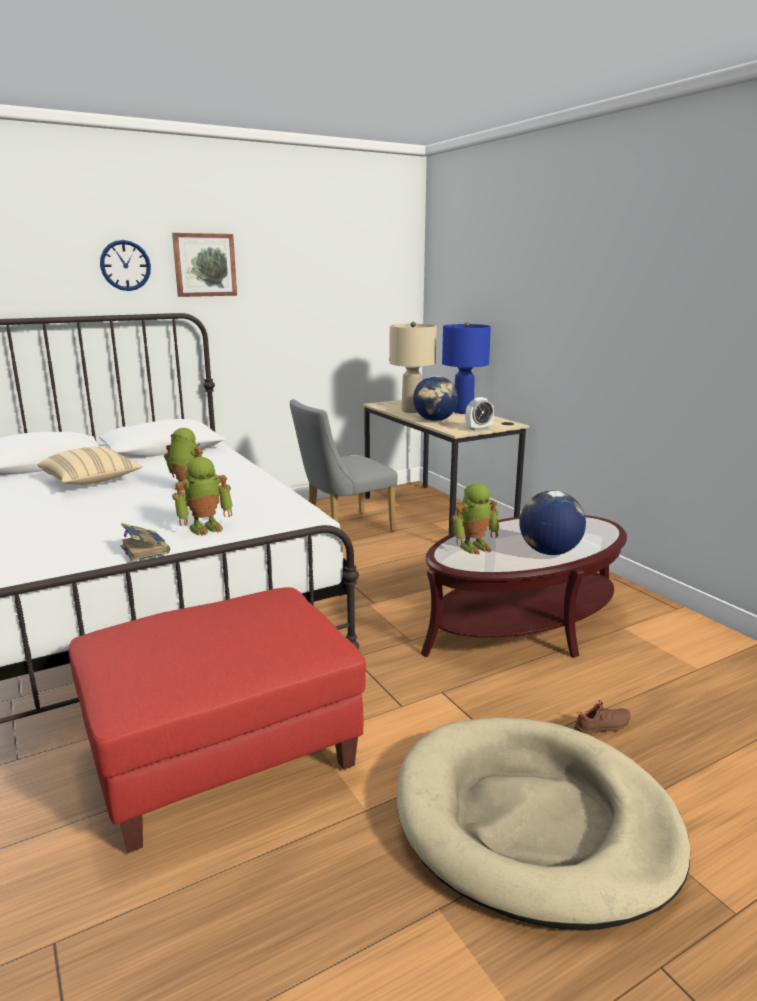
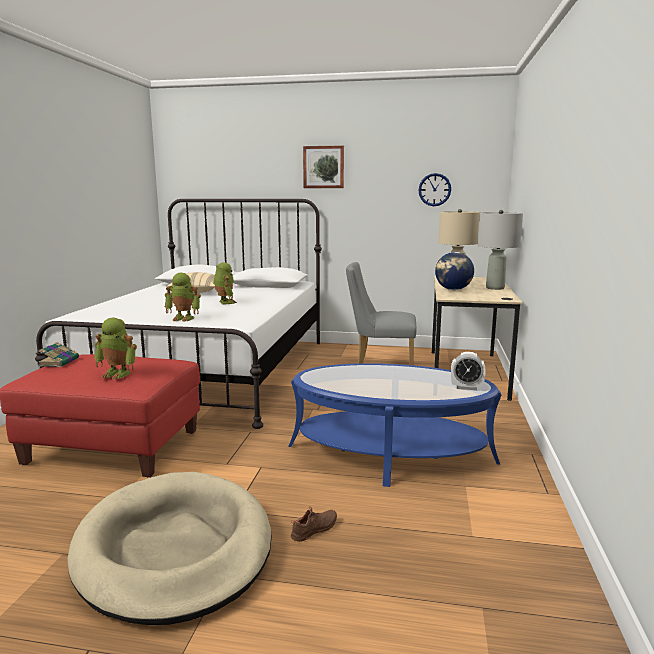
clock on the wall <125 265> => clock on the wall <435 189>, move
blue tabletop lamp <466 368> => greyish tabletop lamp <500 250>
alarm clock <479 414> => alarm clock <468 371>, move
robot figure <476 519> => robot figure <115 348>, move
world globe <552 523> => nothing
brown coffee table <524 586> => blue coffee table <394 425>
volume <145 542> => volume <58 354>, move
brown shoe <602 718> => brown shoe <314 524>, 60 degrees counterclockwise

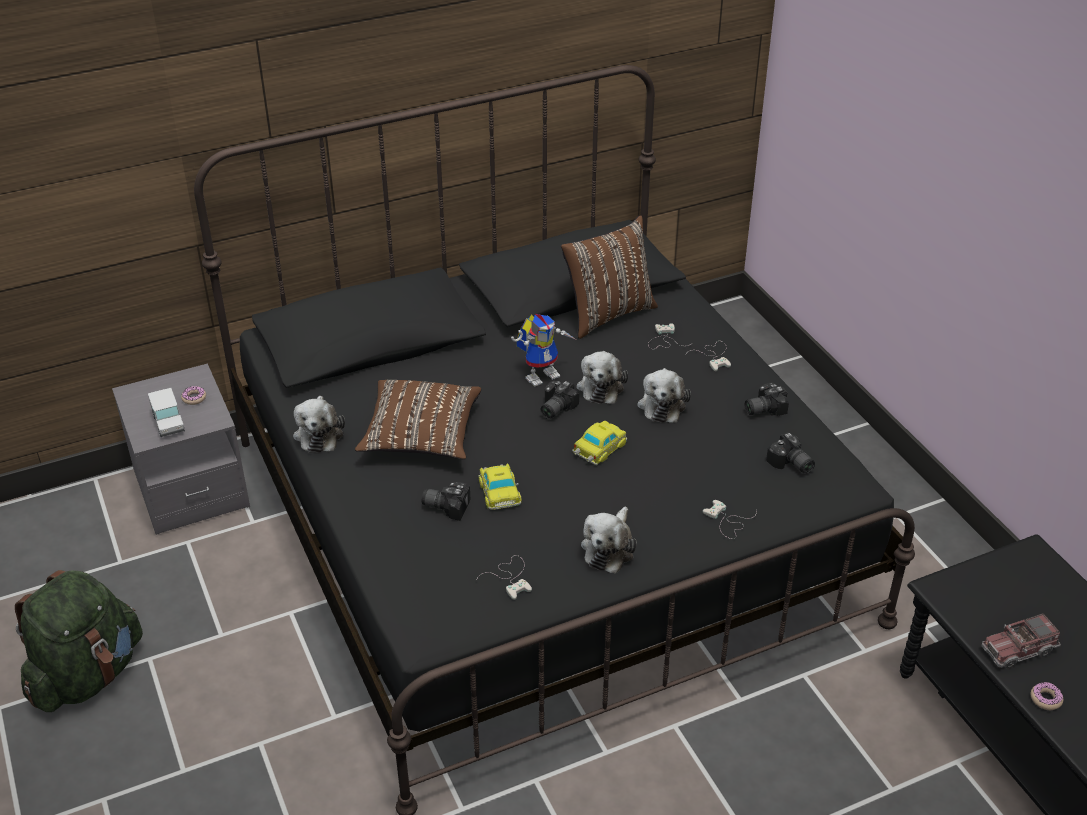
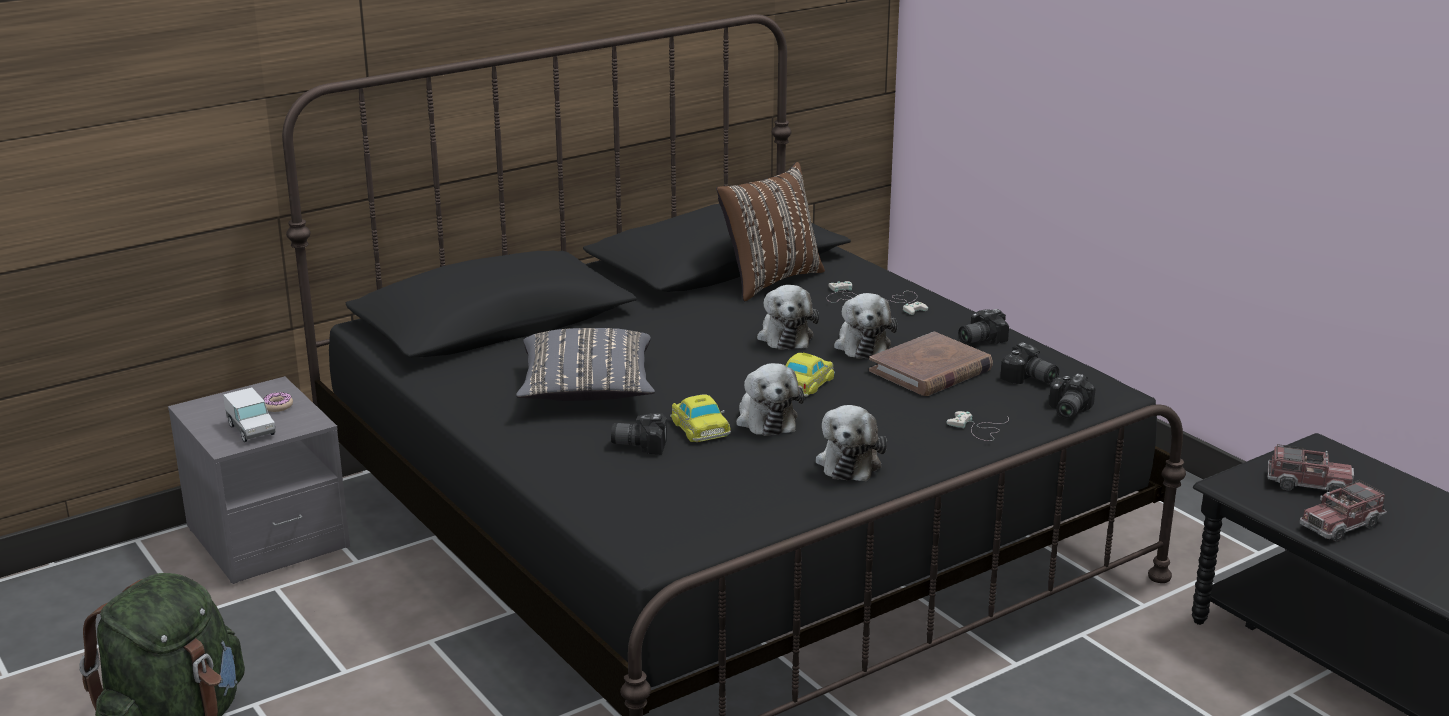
robot figure <543 350> => nothing
brown throw pillow <418 420> => greyish throw pillow <585 364>
photo camera <560 399> => photo camera <1072 396>, move
plush toy <319 424> => plush toy <770 399>, move
white-coloured joypad <504 577> => nothing
donut <1047 696> => nothing
nothing => brown volume <931 364>
nothing => toy truck <1311 470>

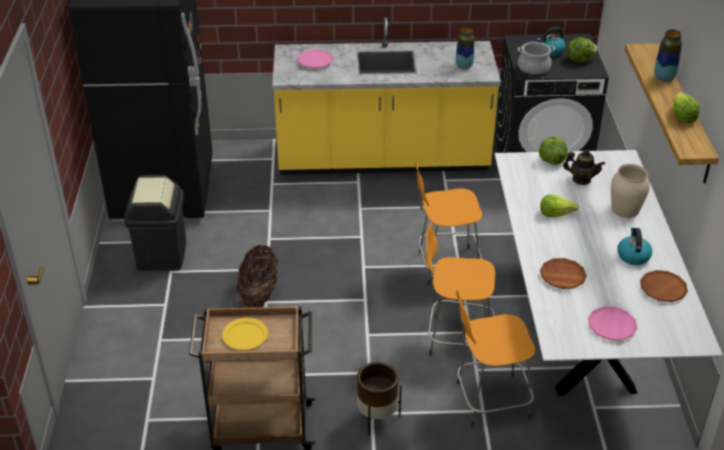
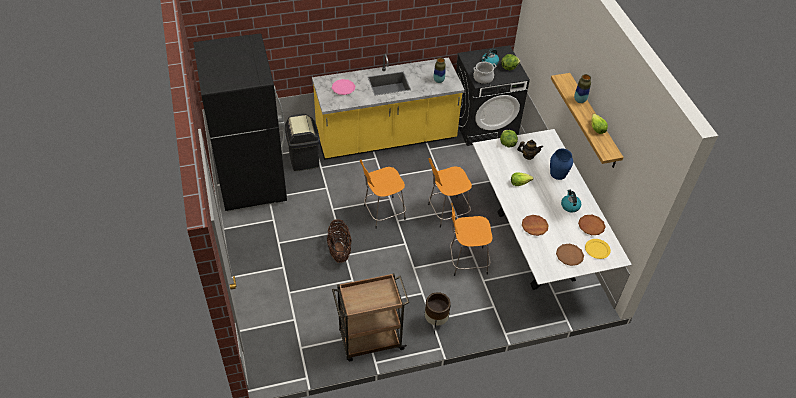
beige vase <630 191> => blue vase <561 164>
blackish waste bin <155 223> => blackish waste bin <302 142>, move
orange stool <495 359> => orange stool <383 194>, move
pinkish dinner plate <613 323> => brown dinner plate <570 255>
yellowish dinner plate <245 334> => yellowish dinner plate <598 249>, move

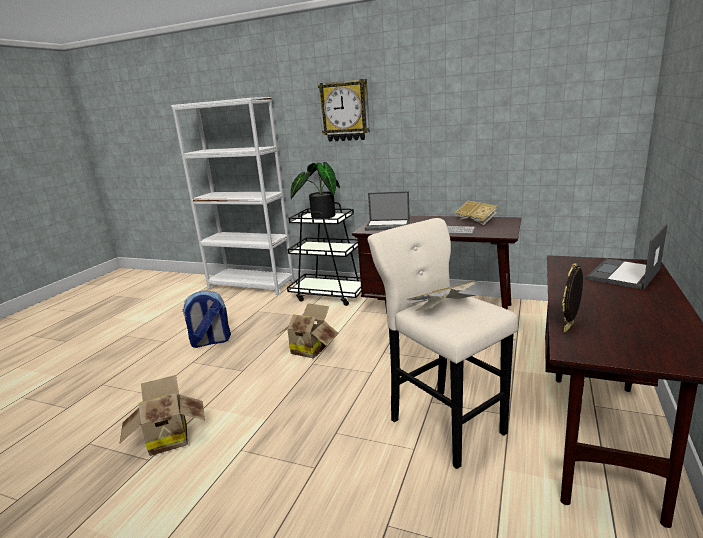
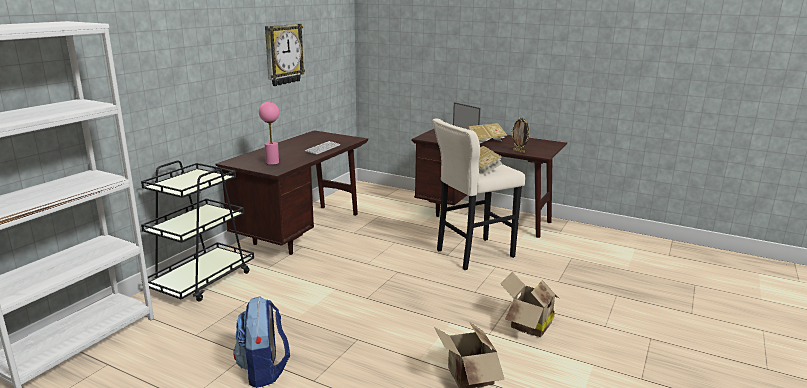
clock on the wall <344 110> => clock on the wall <285 55>, move
plant in a pot <315 190> => nothing
laptop <387 211> => pinkish tabletop lamp <269 133>
volume <476 213> => volume <488 133>, move
packing box <307 330> => packing box <529 304>, move

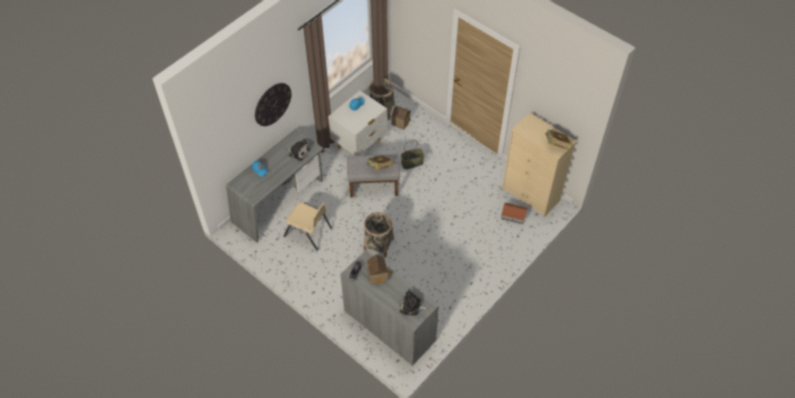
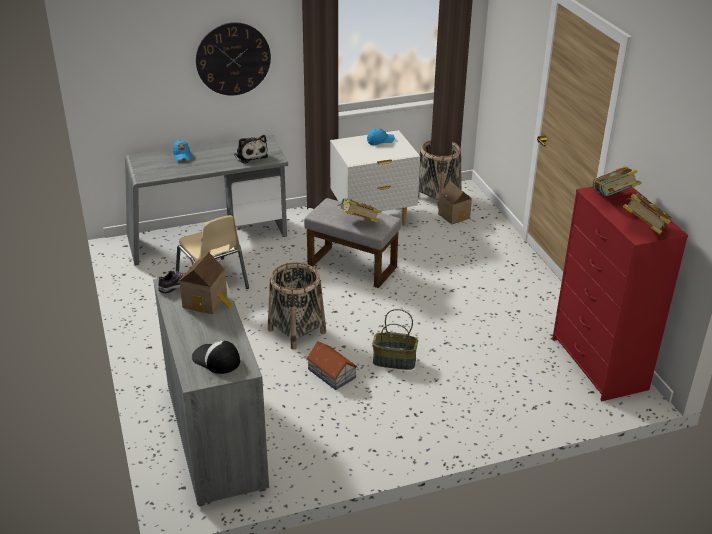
beige chest of drawers <539 165> => red chest of drawers <620 294>
storage basket <412 154> => storage basket <395 339>, move
miniature house <514 213> => miniature house <332 365>, move
plush toy <414 302> => baseball cap <216 357>
nothing => volume <616 181>

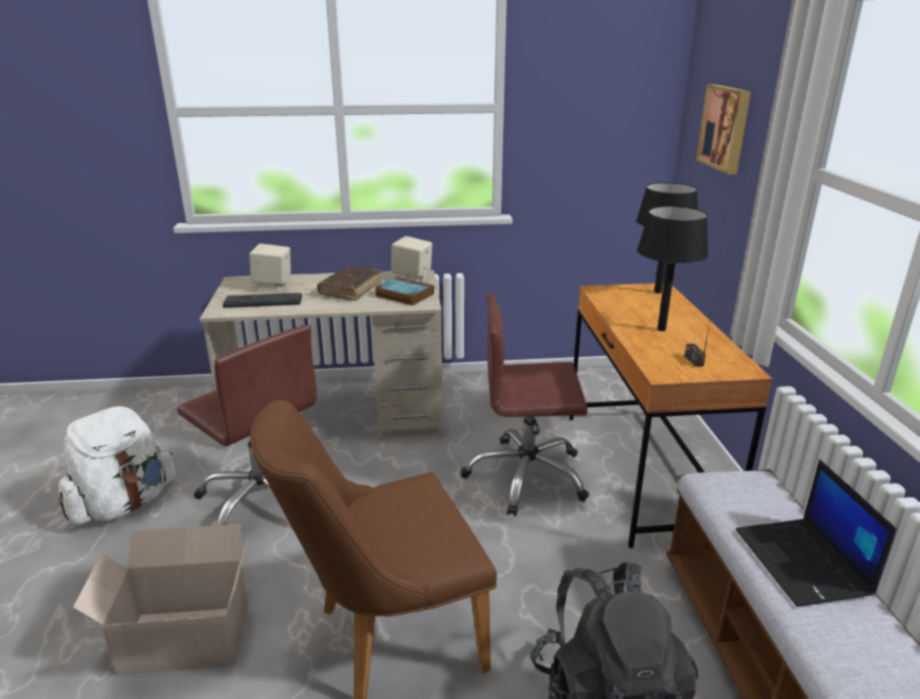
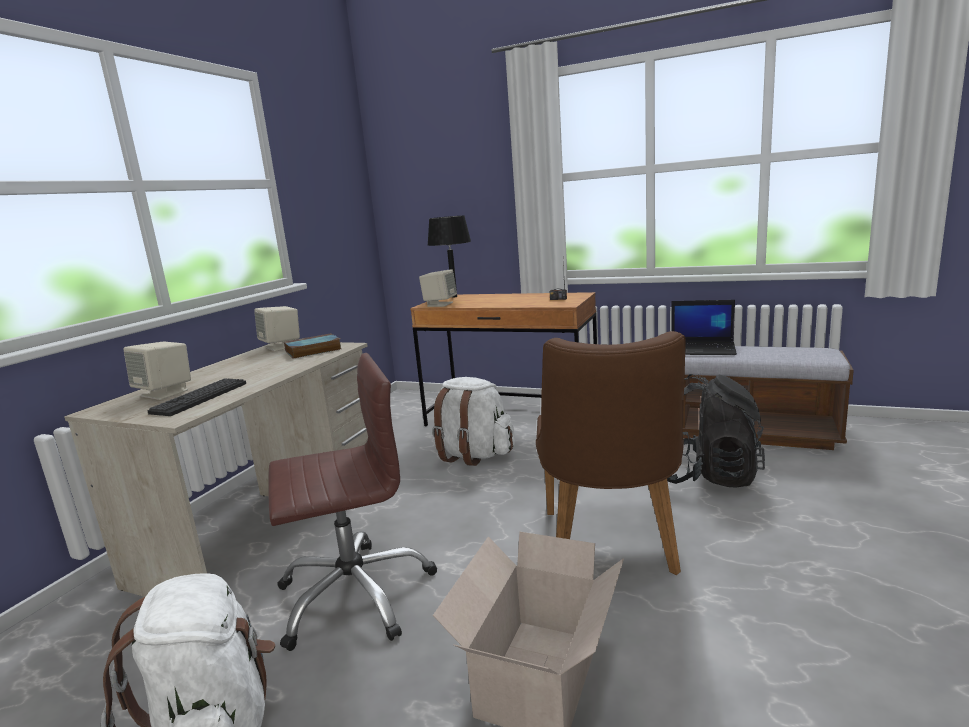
picture <723 129> => nothing
blackish tabletop lamp <672 268> => nothing
brown volume <349 283> => nothing
brown computer chair <525 404> => white-coloured knapsack <473 421>
nothing => beige speaker <438 288>

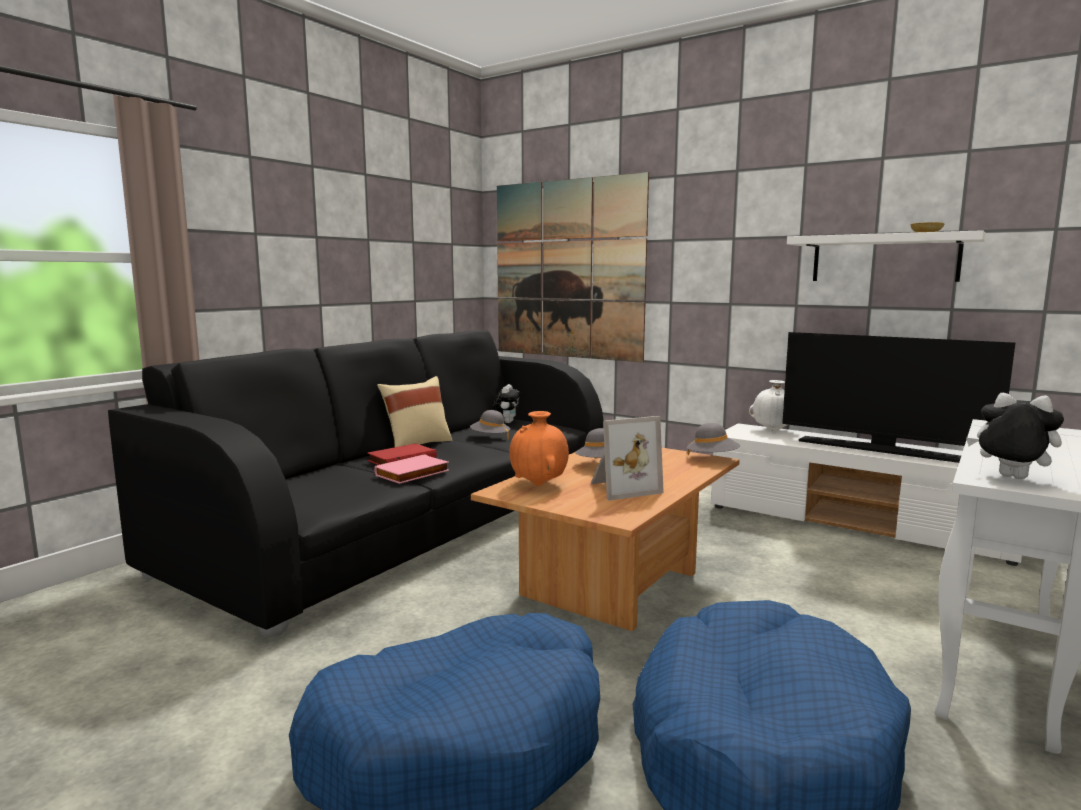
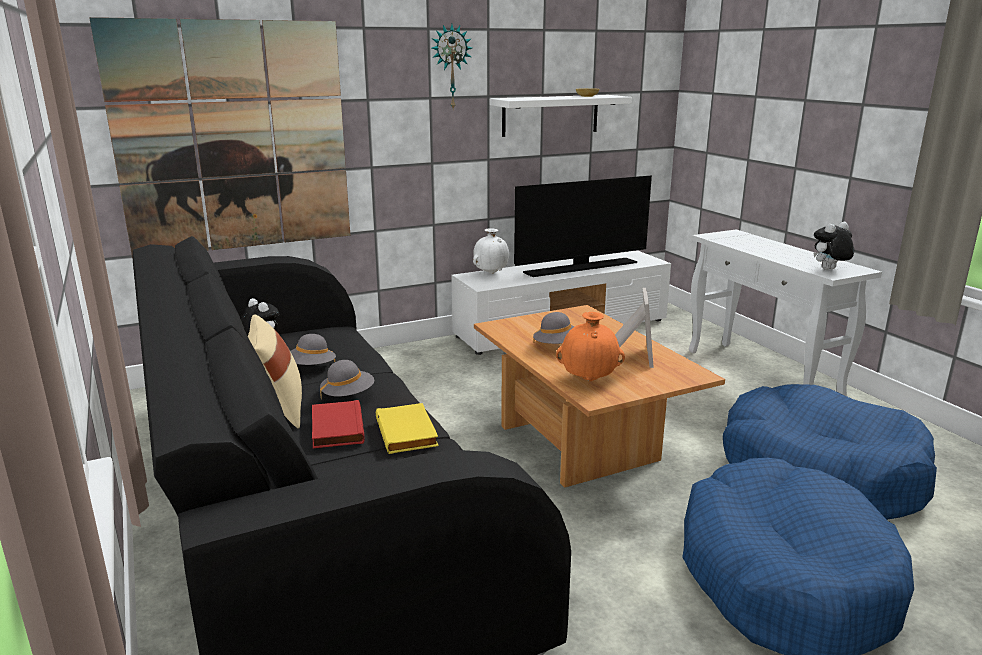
greyish hat <713 439> => greyish hat <347 380>, move
pinkish volume <411 469> => yellowish volume <407 428>
nothing => clock on the wall <452 66>

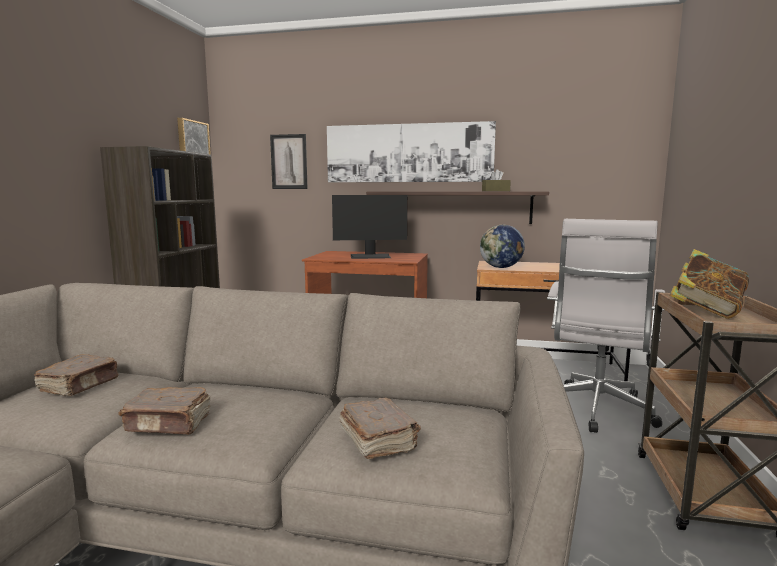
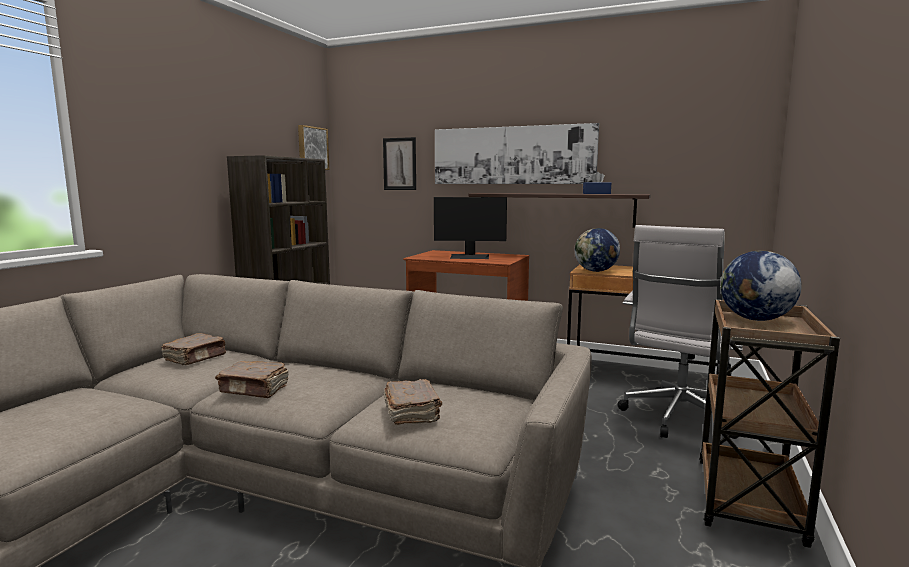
brown tissue holder <496 180> => blue tissue holder <597 183>
volume <709 284> => world globe <761 286>

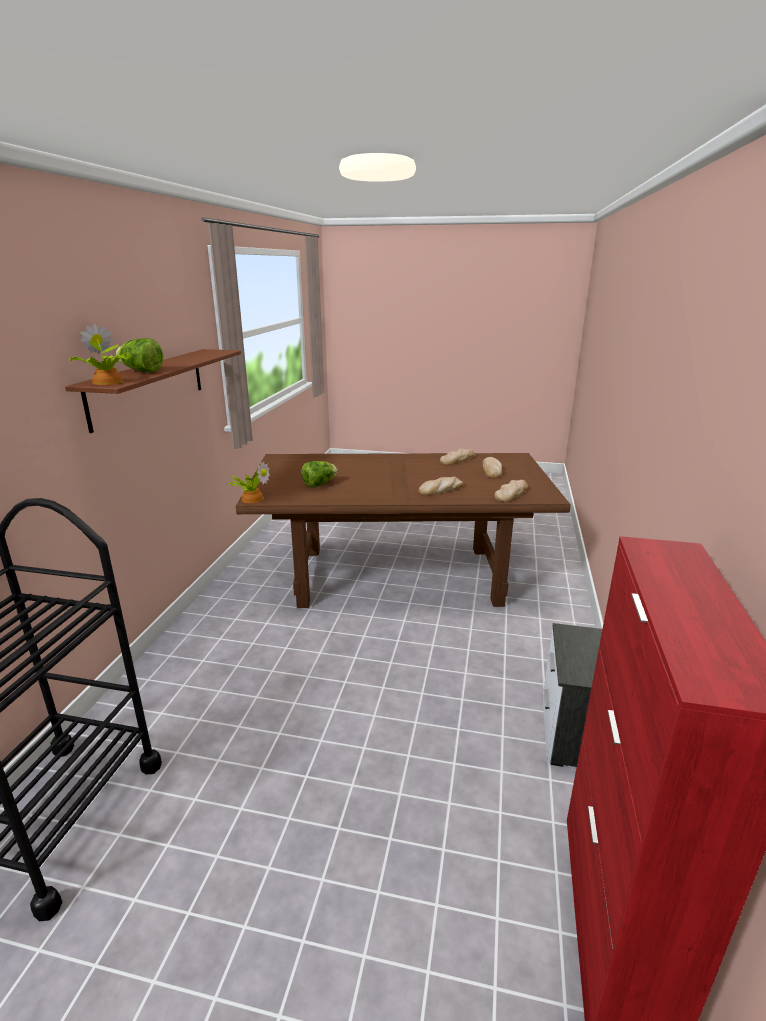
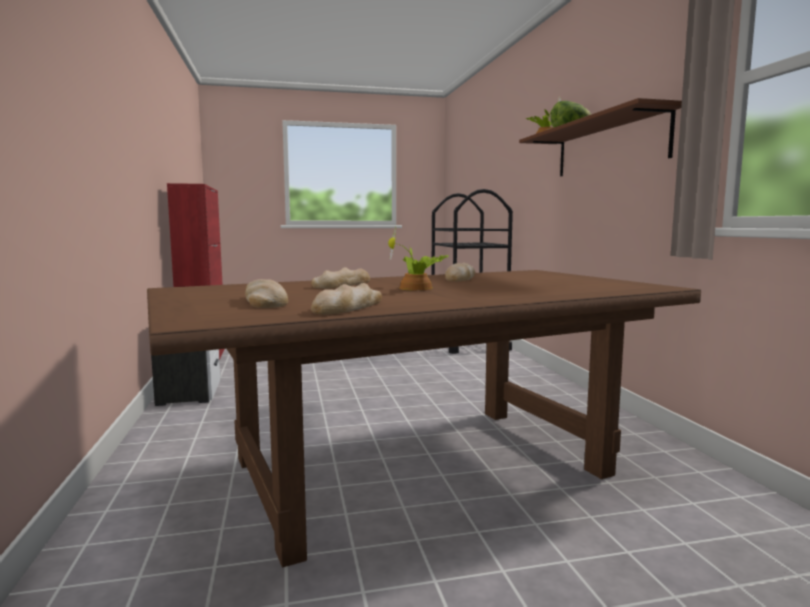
plant in a pot <248 482> => plant in a pot <418 260>, move
lettuce <319 474> => nothing
baked bread <511 491> => baked bread <460 272>, move

